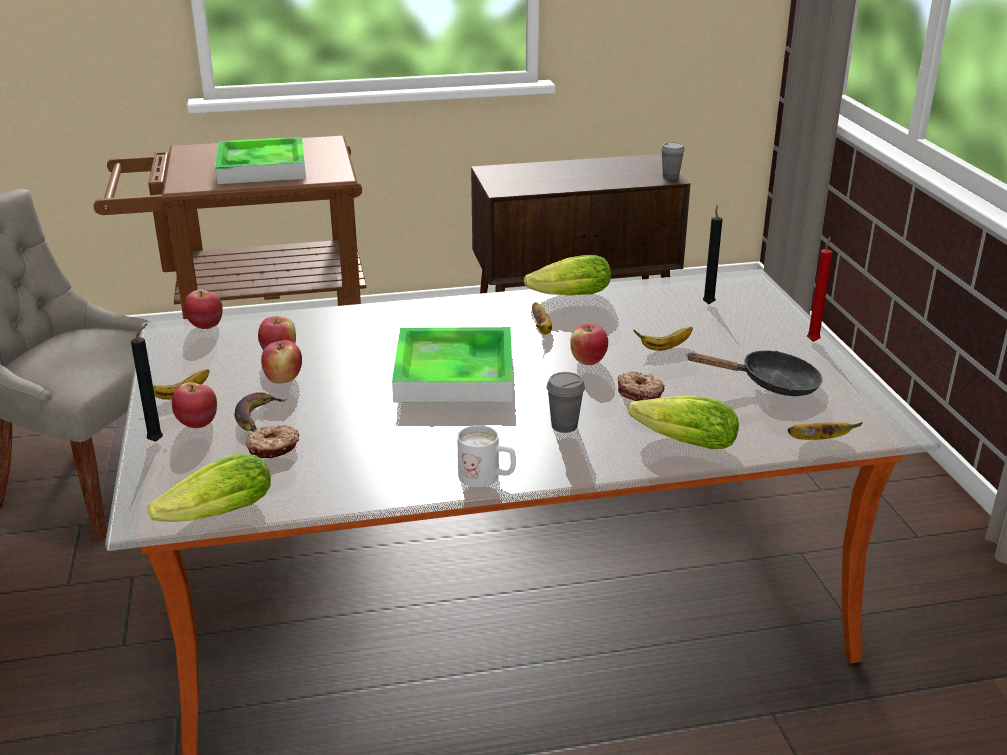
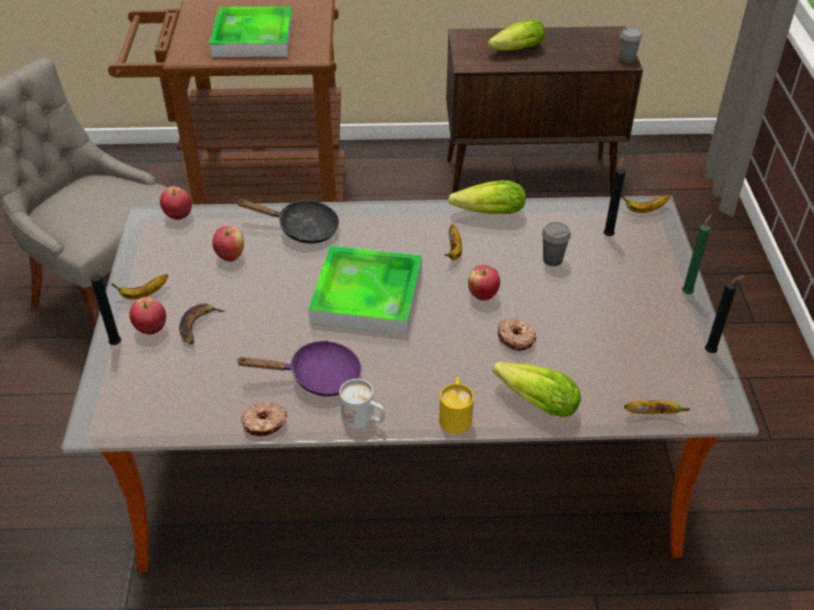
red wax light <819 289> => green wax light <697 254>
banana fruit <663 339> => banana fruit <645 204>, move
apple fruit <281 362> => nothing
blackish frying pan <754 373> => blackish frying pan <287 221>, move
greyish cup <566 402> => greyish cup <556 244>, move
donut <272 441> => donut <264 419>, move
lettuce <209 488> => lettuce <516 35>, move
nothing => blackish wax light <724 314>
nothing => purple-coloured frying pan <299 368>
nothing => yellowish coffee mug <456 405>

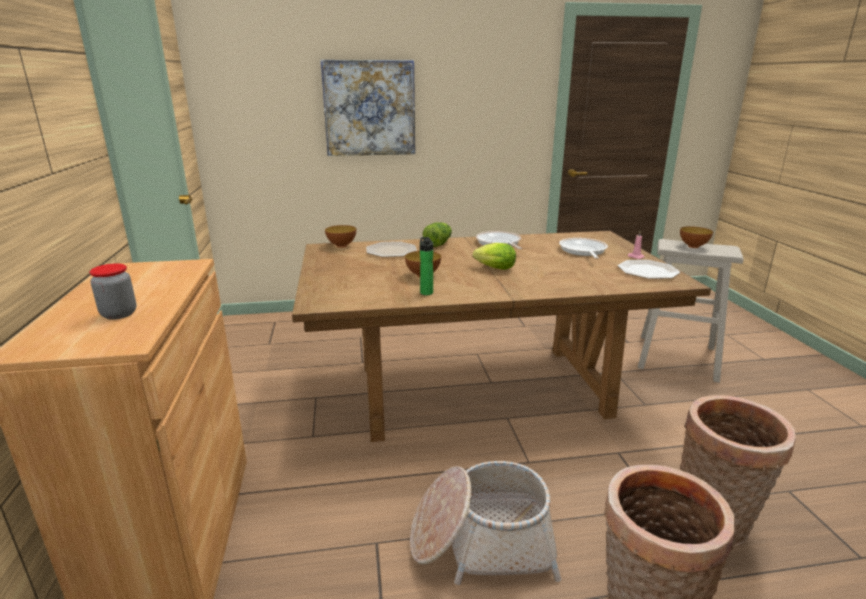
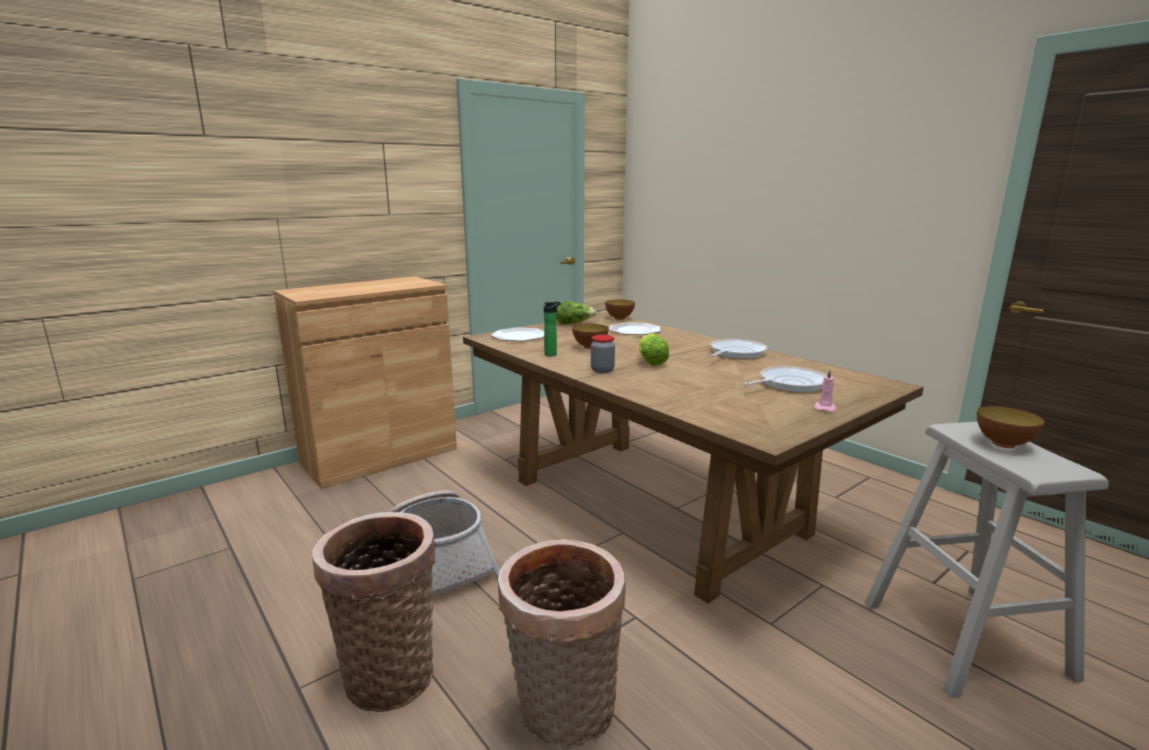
picture <368 108> => nothing
lettuce <437 234> => lettuce <576 313>, move
dinner plate <649 269> => dinner plate <517 334>, move
jar <112 291> => jar <603 354>, move

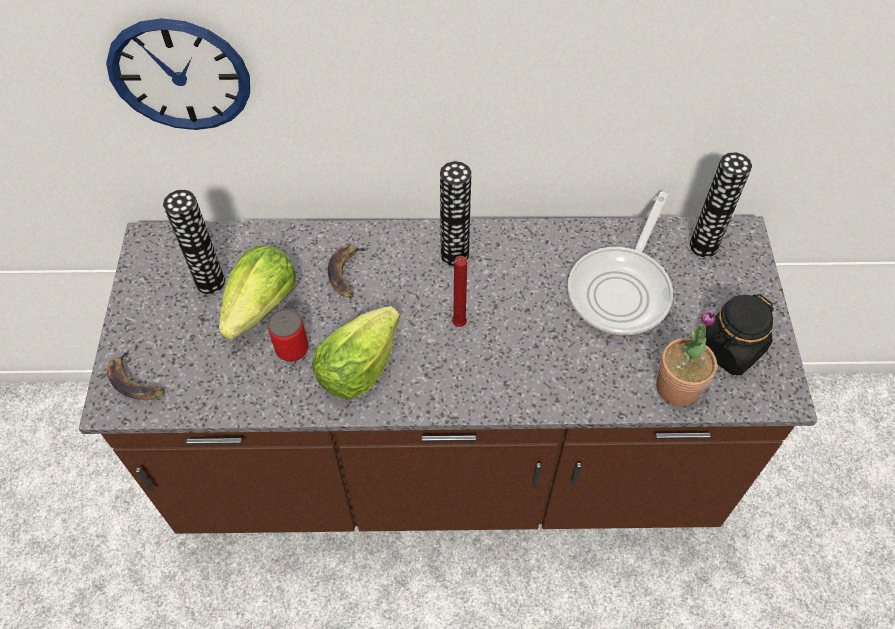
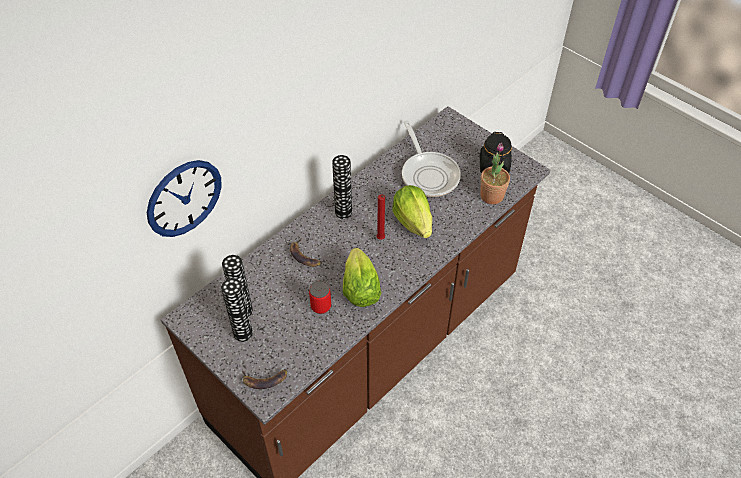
vase <721 204> => vase <237 310>, move
lettuce <257 293> => lettuce <412 211>, move

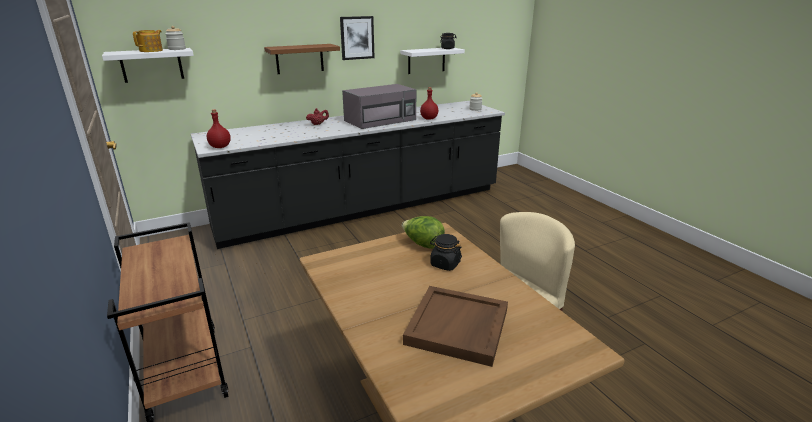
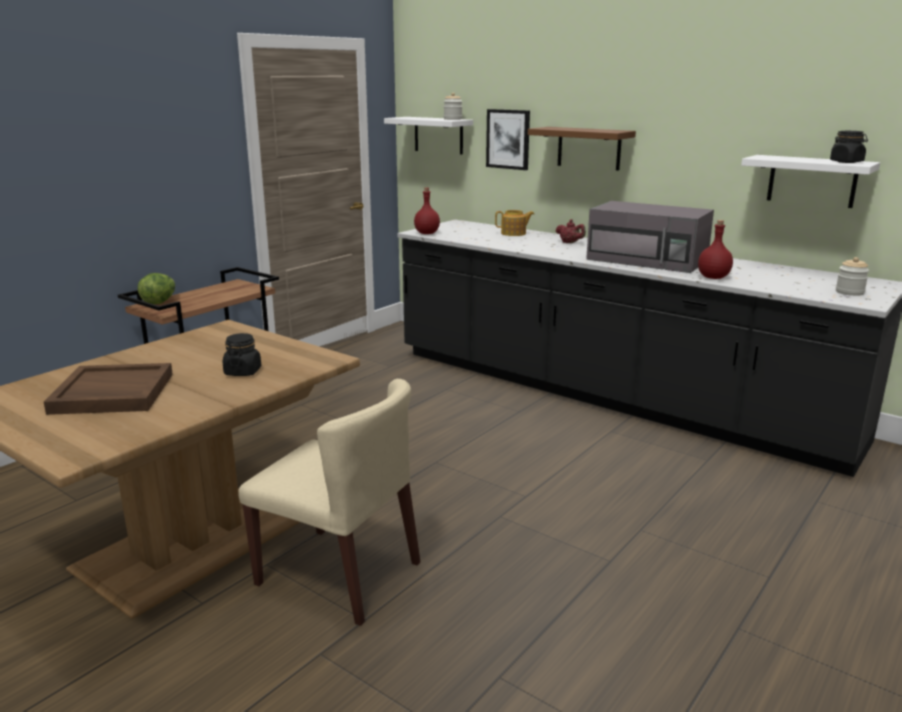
picture <357 38> => picture <508 139>, move
pot for tea <148 41> => pot for tea <514 223>, move
lettuce <423 232> => lettuce <156 288>, move

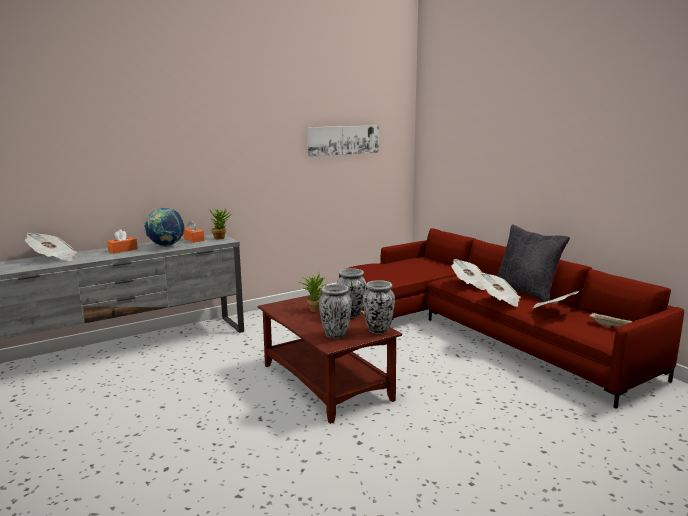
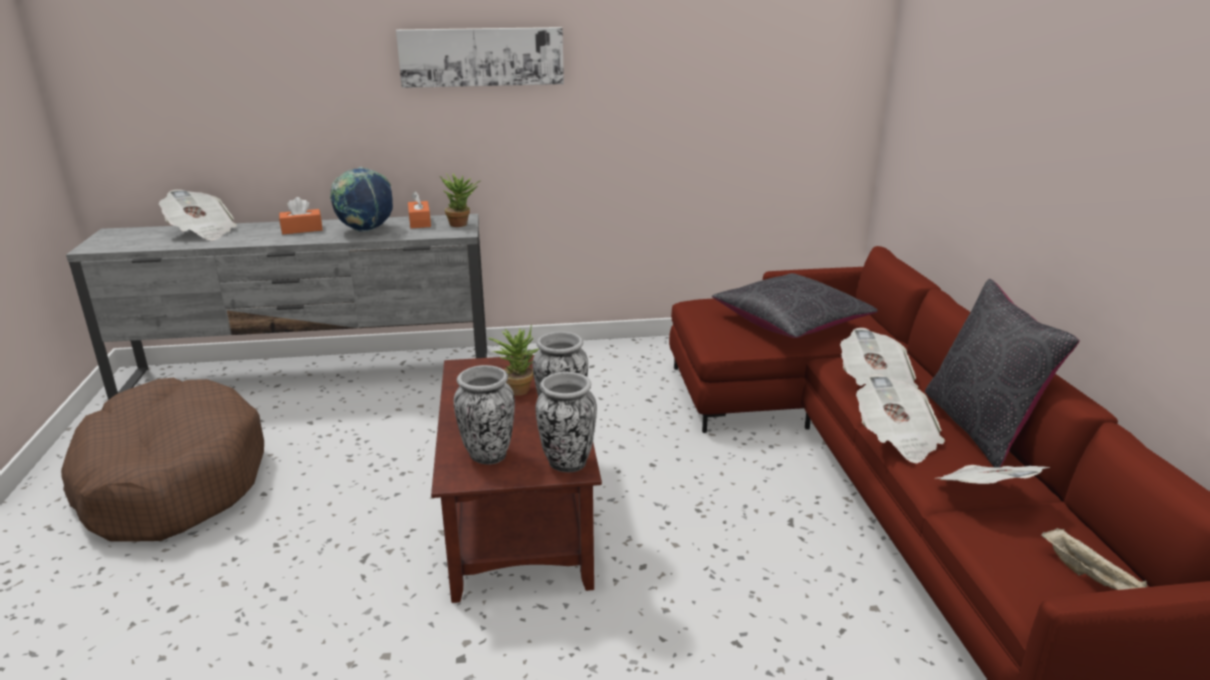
picture <343 141> => picture <480 57>, move
nothing => blackish throw pillow <795 305>
nothing => brown dog bed <162 460>

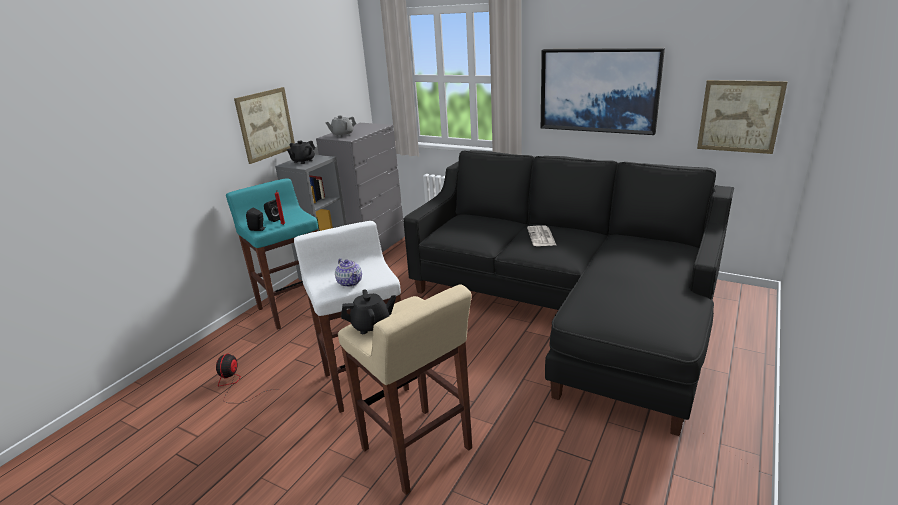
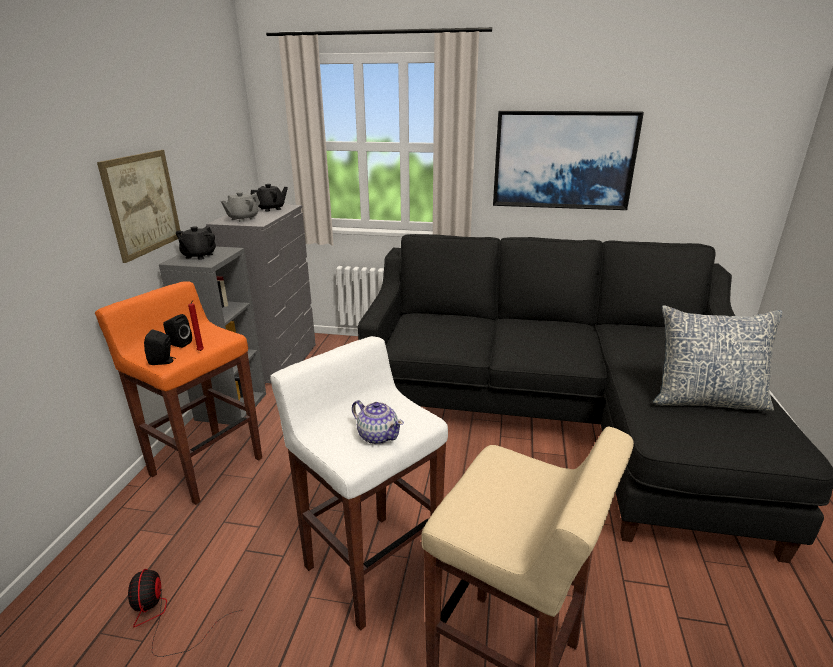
picture <742 117> => nothing
blue-green stool <272 254> => orange stool <178 393>
daily paper <541 235> => nothing
blackish pot for tea <368 311> => blackish pot for tea <269 198>, move
nothing => throw pillow <718 358>

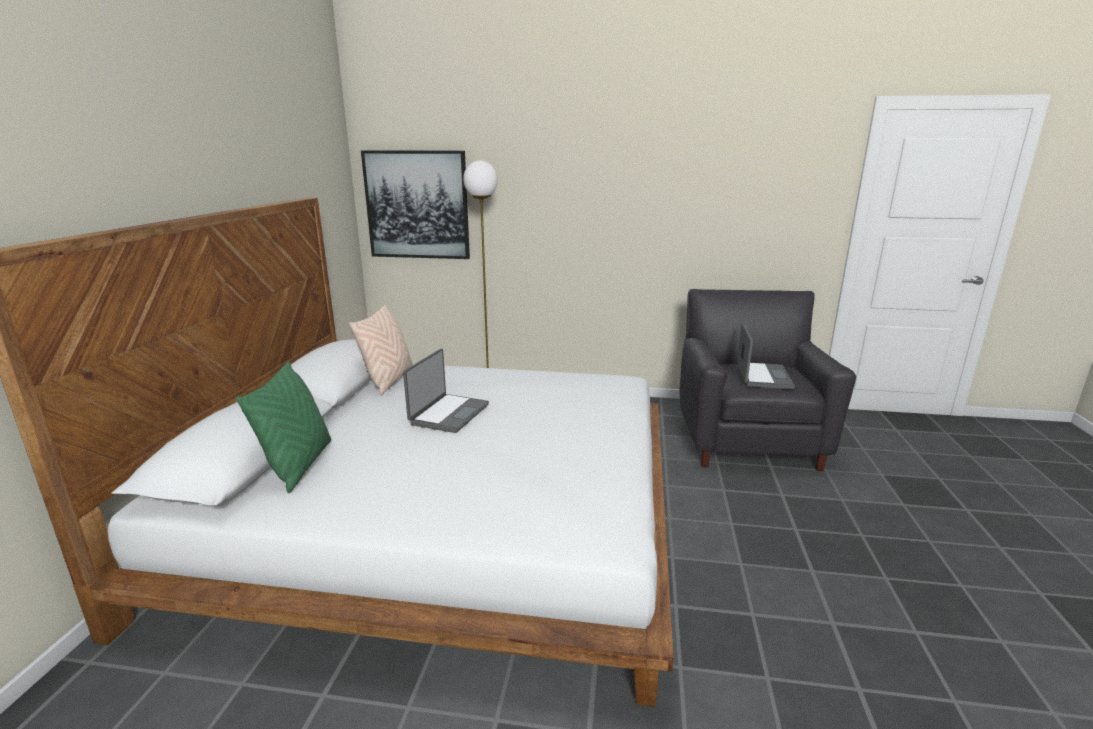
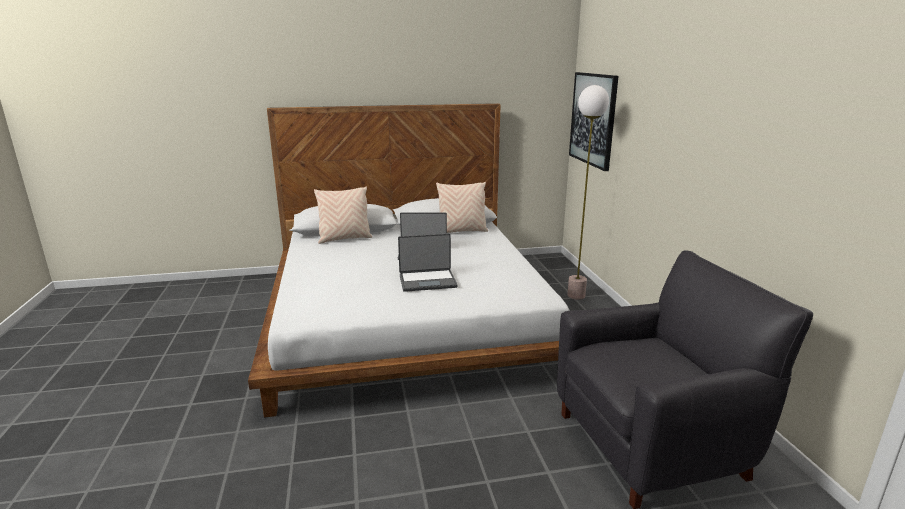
laptop <766 355> => laptop <428 262>, move
green throw pillow <283 427> => beige throw pillow <343 215>

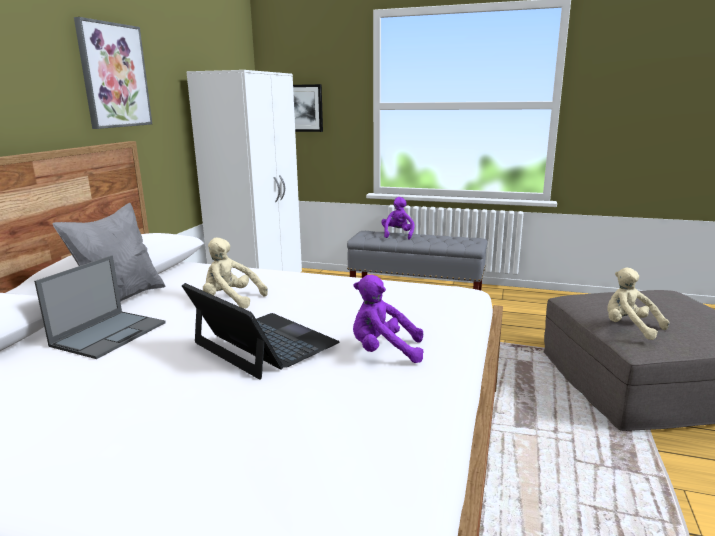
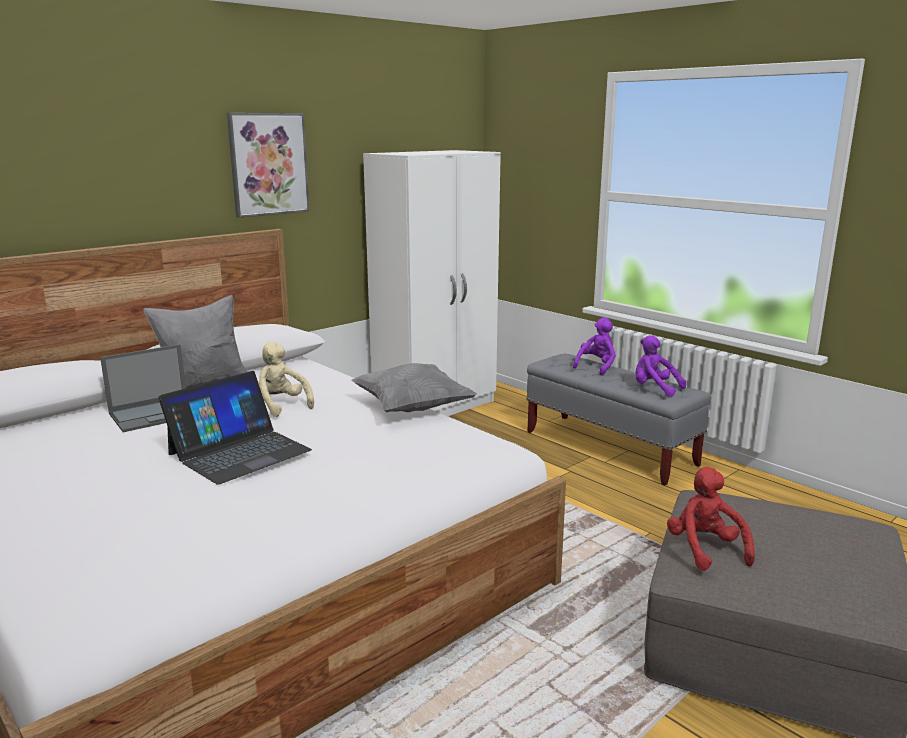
picture <308 108> => nothing
beige plush toy <638 304> => red plush toy <711 519>
purple-coloured plush toy <388 319> => purple-coloured plush toy <661 366>, move
laptop <260 331> => laptop <235 428>, 60 degrees clockwise
nothing => greyish throw pillow <414 387>

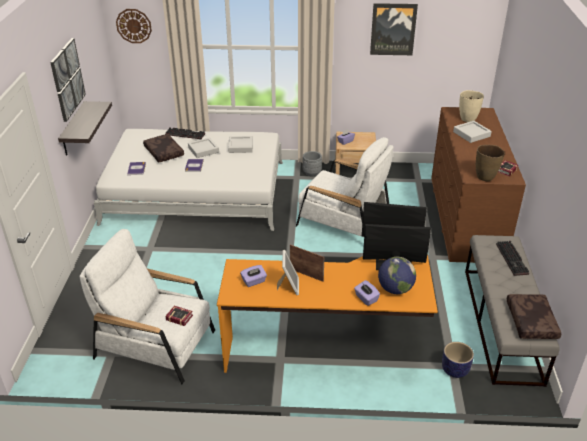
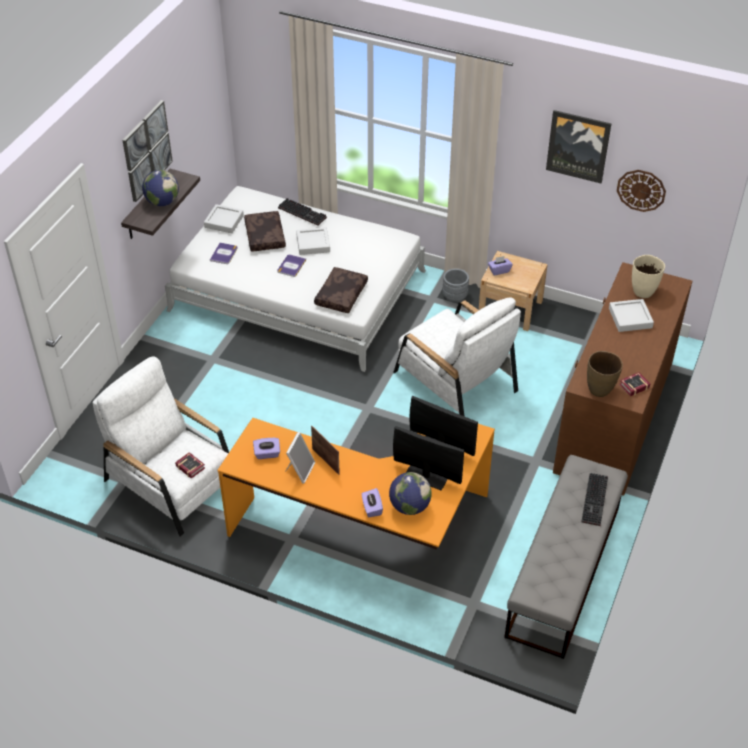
clock on the wall <134 26> => clock on the wall <641 191>, move
greyish serving tray <240 144> => greyish serving tray <224 218>, move
brown throw pillow <534 316> => brown throw pillow <341 290>, move
flower pot <458 360> => nothing
nothing => world globe <160 188>

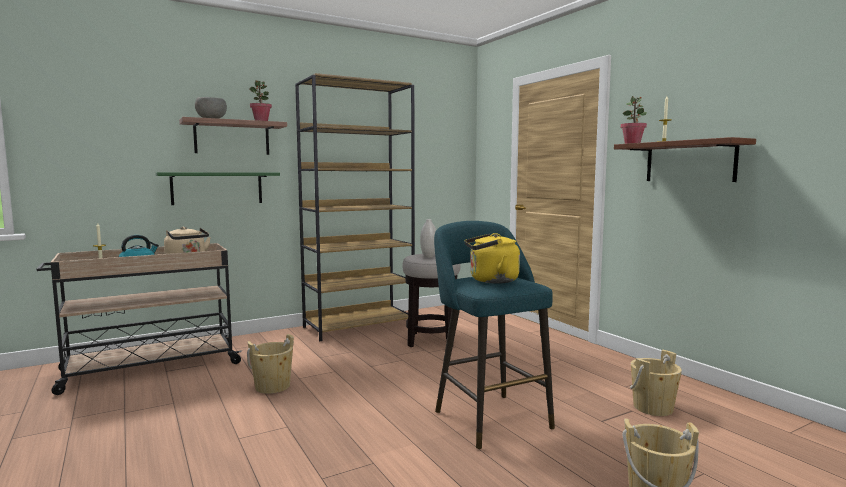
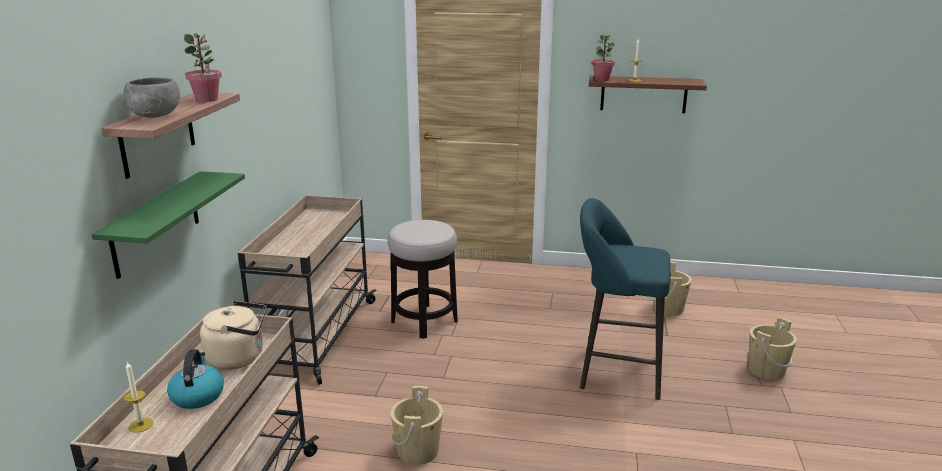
brown shelving unit <355 207> => beige wheeled cart <307 290>
white-coloured vase <428 238> => nothing
yellowish water kettle <492 258> => nothing

